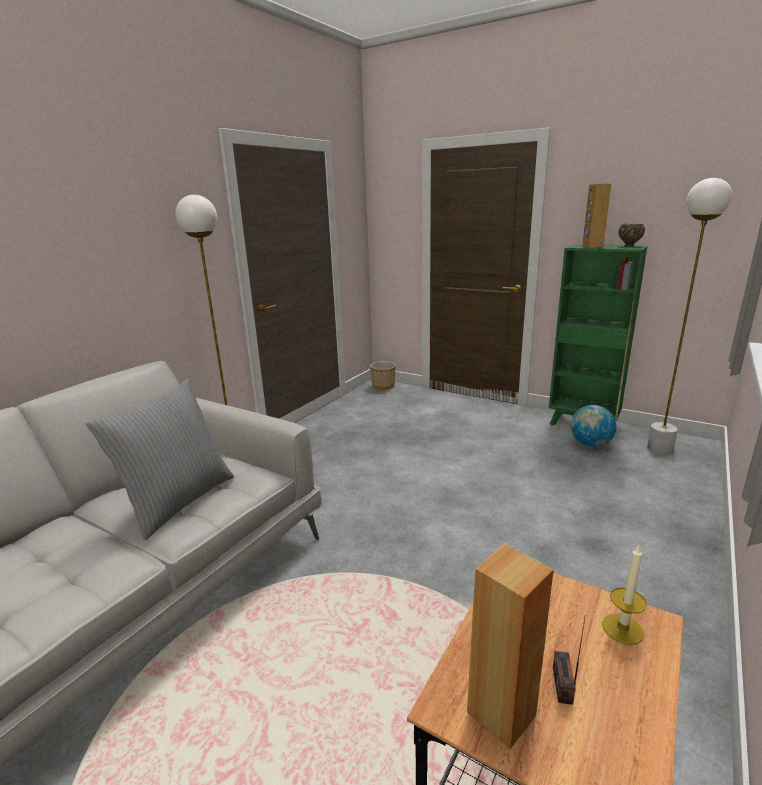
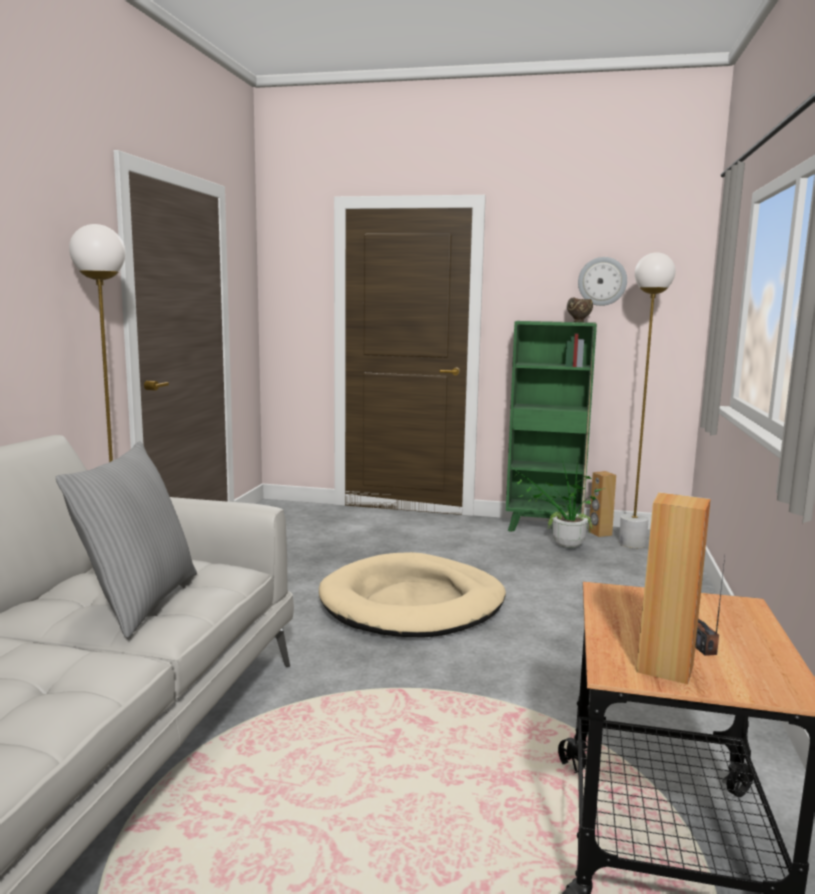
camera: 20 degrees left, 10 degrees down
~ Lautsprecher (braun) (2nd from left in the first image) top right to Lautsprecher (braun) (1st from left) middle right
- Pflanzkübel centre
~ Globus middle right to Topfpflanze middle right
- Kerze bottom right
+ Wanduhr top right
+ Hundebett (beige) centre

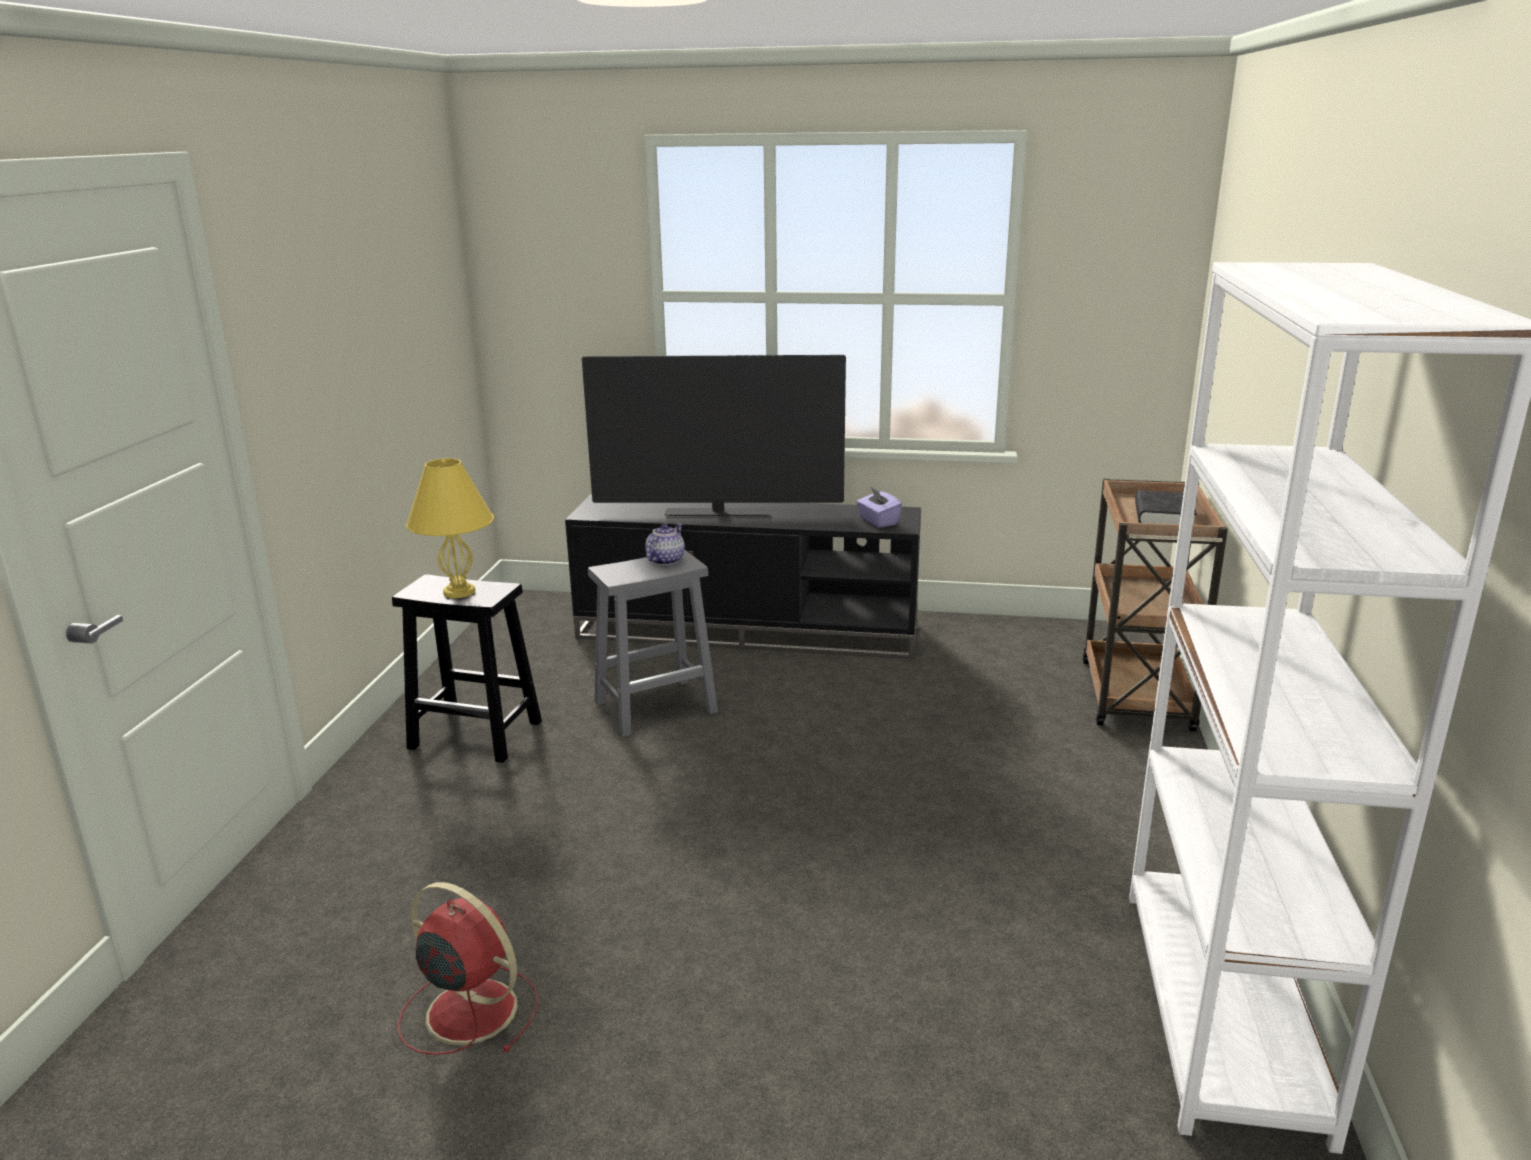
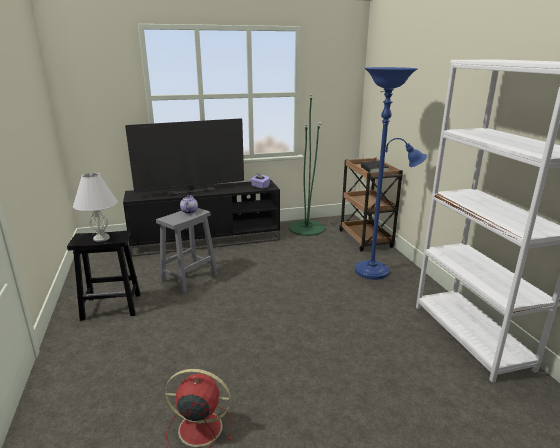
camera: 25 degrees left, 0 degrees up
~ Tischlampe (gelb) middle left to Tischlampe (weiß) middle left
+ Stehlampe (blau) middle right
+ Stehlampe (grün) centre

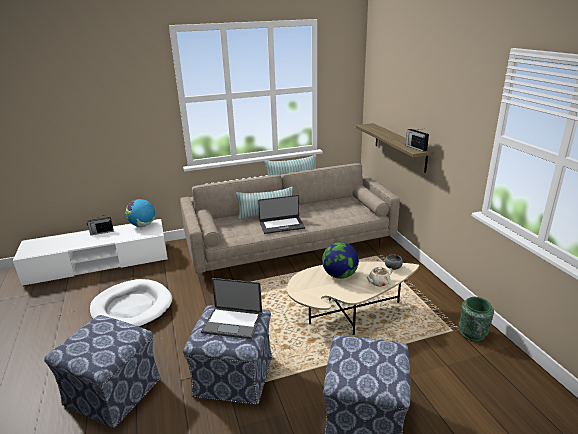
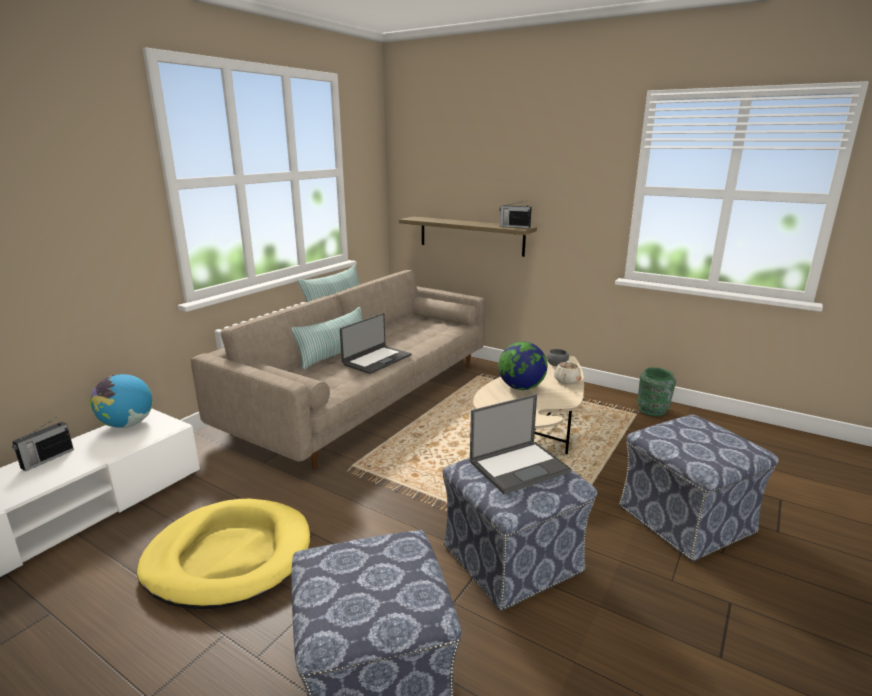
camera: 40 degrees left, 5 degrees down
~ Hundebett (weiß) bottom left to Hundebett (gelb) bottom left

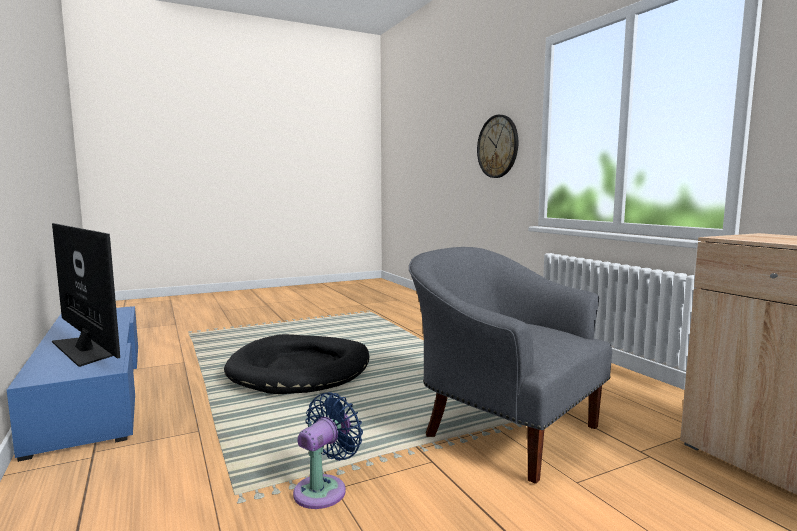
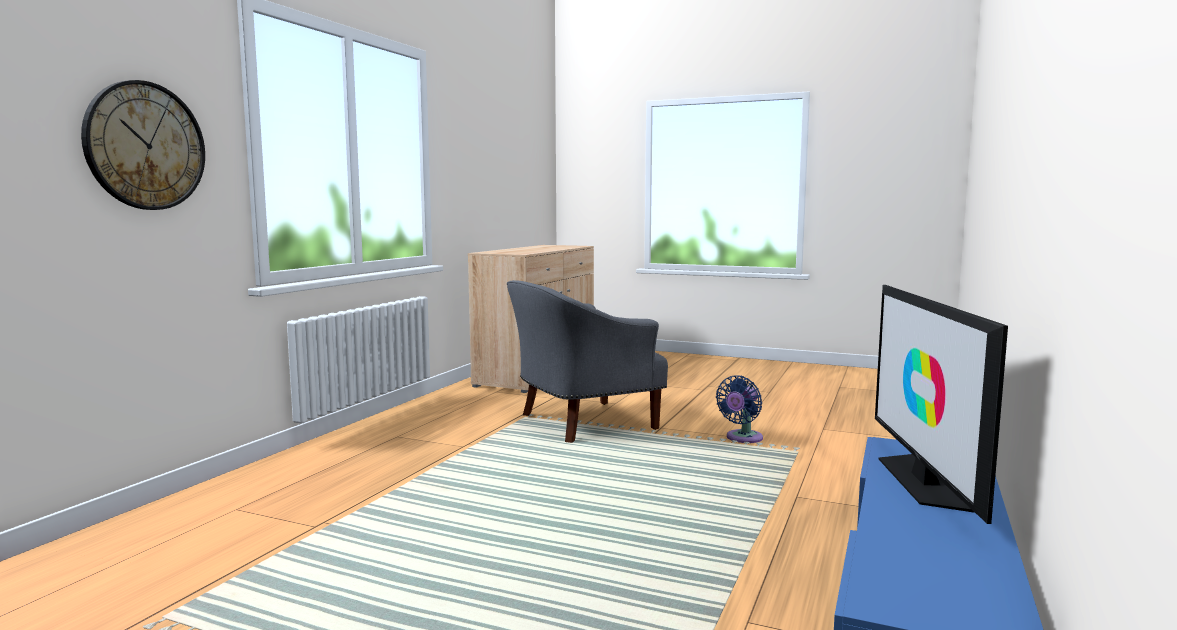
camera: 130 degrees left, 0 degrees up
~ Sessel (grau) bottom centre = centre 60 degrees clockwise
- Hundebett (schwarz) bottom centre
~ Ventilator (blau) bottom centre = centre 45 degrees counterclockwise

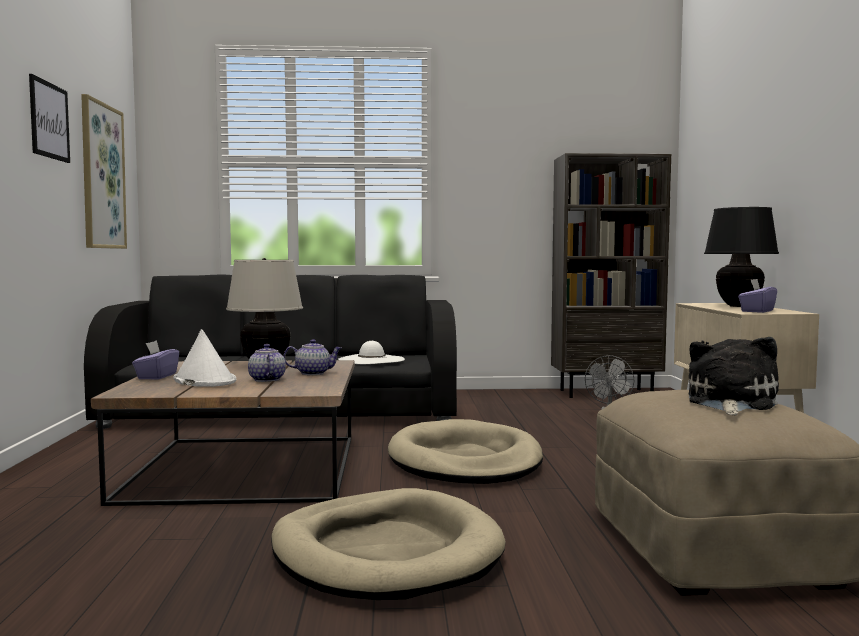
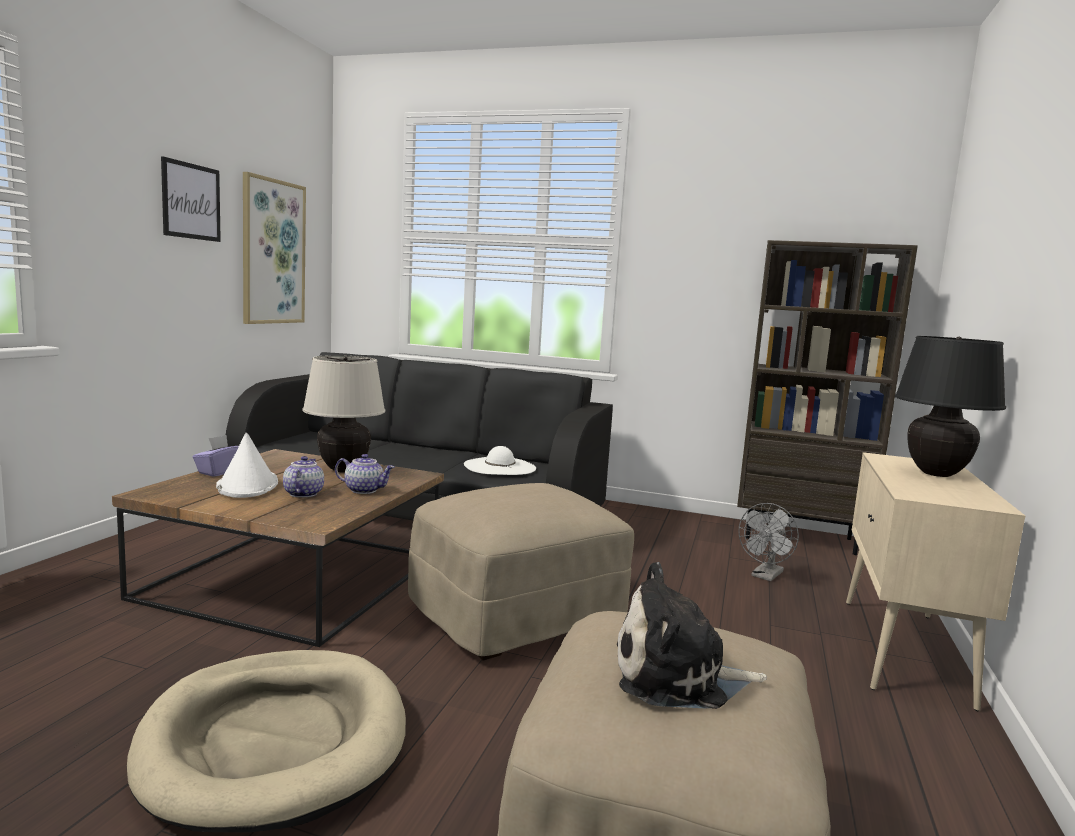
camera: 20 degrees right, 5 degrees up
- Taschentuchbox (lila) (2nd from left) middle right
~ Plüschtier middle right = bottom centre 135 degrees counterclockwise
~ Hundebett (beige) (2nd from left) bottom centre to Polsterhocker (beige) (1st from left) bottom centre

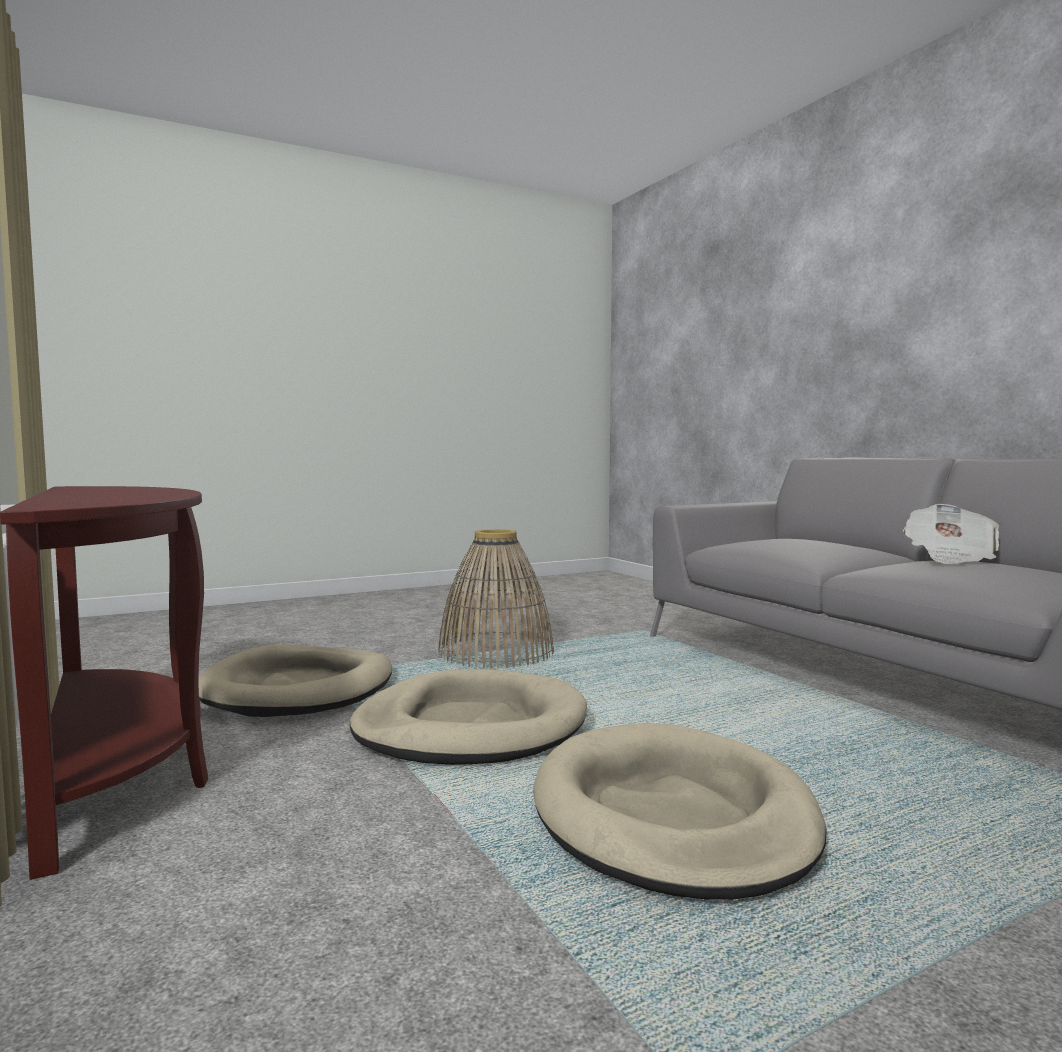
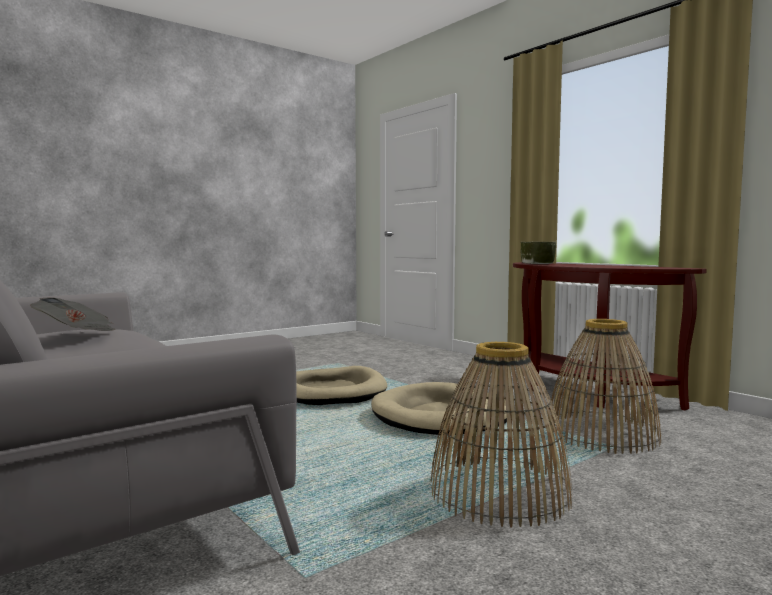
camera: 170 degrees right, 0 degrees up
~ Hundebett (beige) (1st from left) middle left to Korb (2nd from left) middle right
+ Schüssel middle right

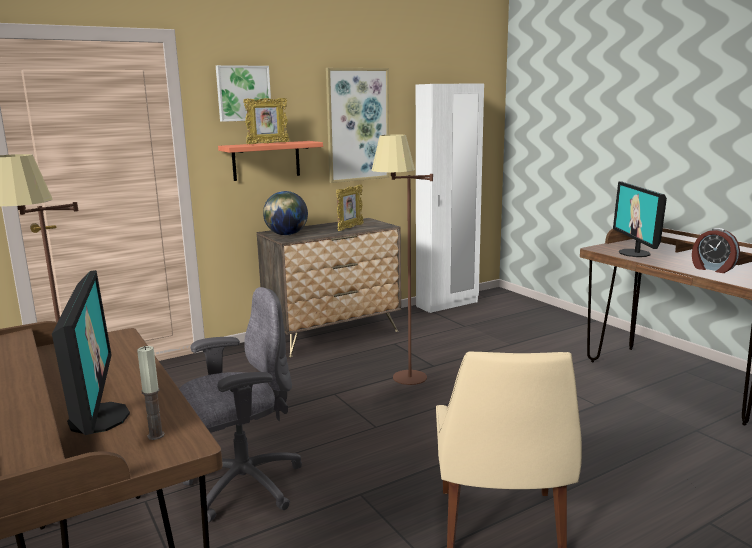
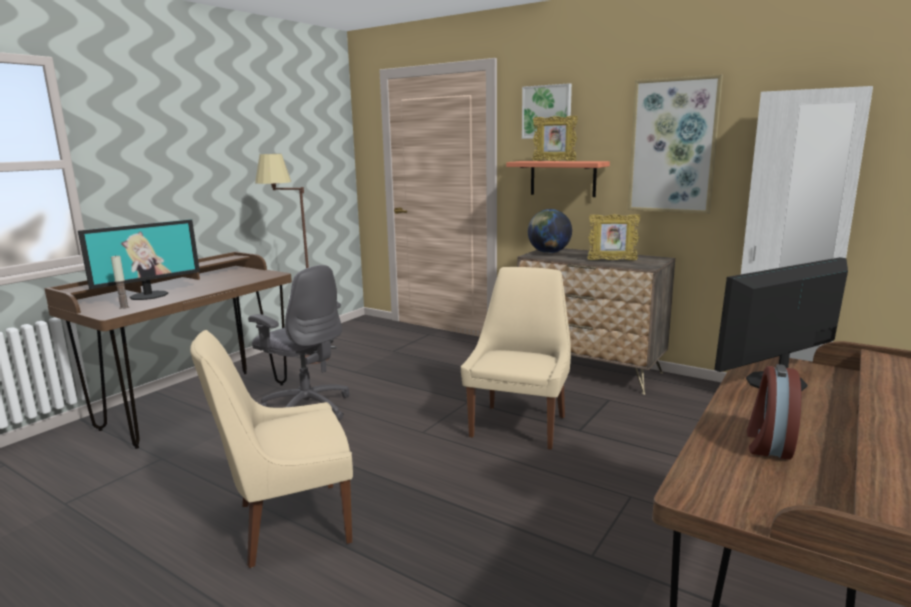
camera: 65 degrees right, 0 degrees up
~ Stehlampe (braun) (2nd from left) centre to Stuhl (beige) (2nd from left) centre

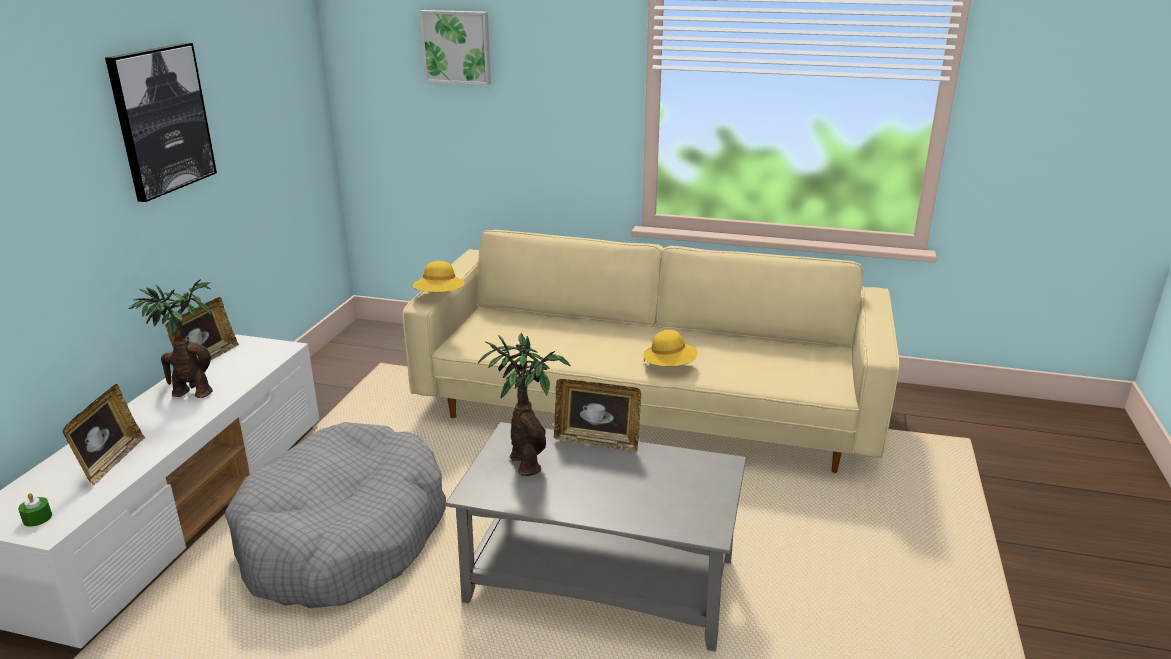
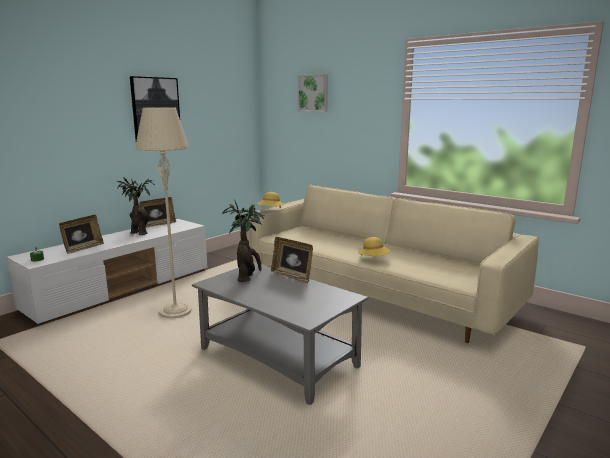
camera: 25 degrees right, 10 degrees down
~ Hundebett (grau) bottom left to Stehlampe (beige) middle left

